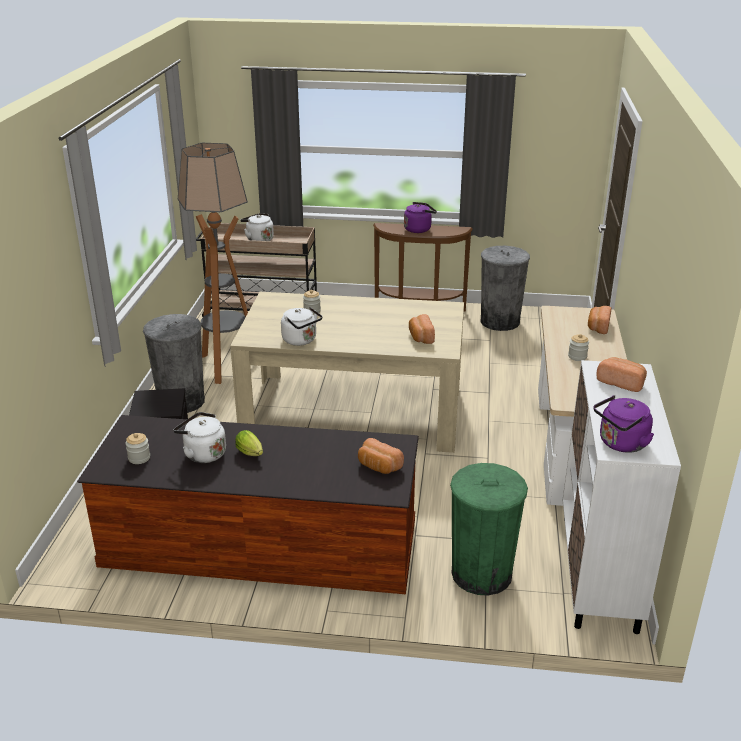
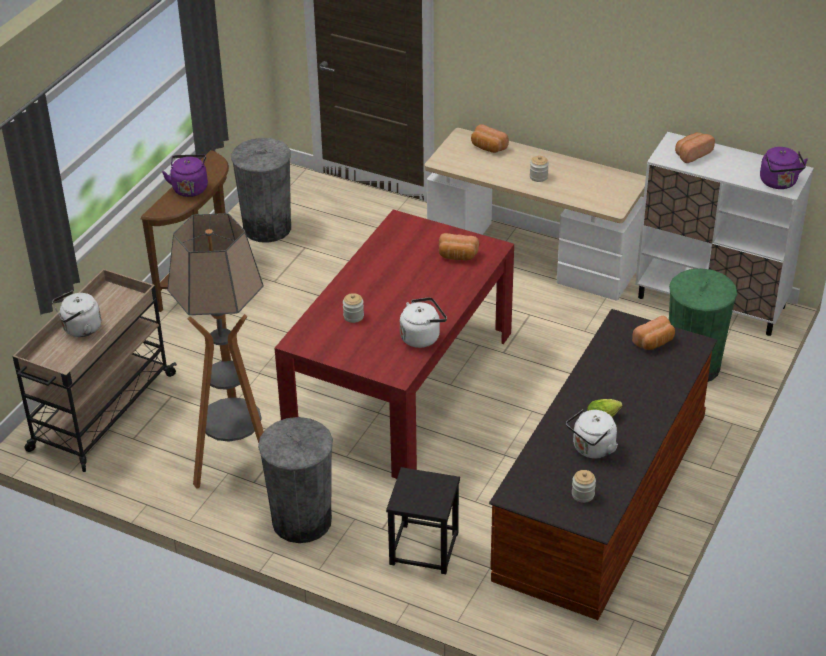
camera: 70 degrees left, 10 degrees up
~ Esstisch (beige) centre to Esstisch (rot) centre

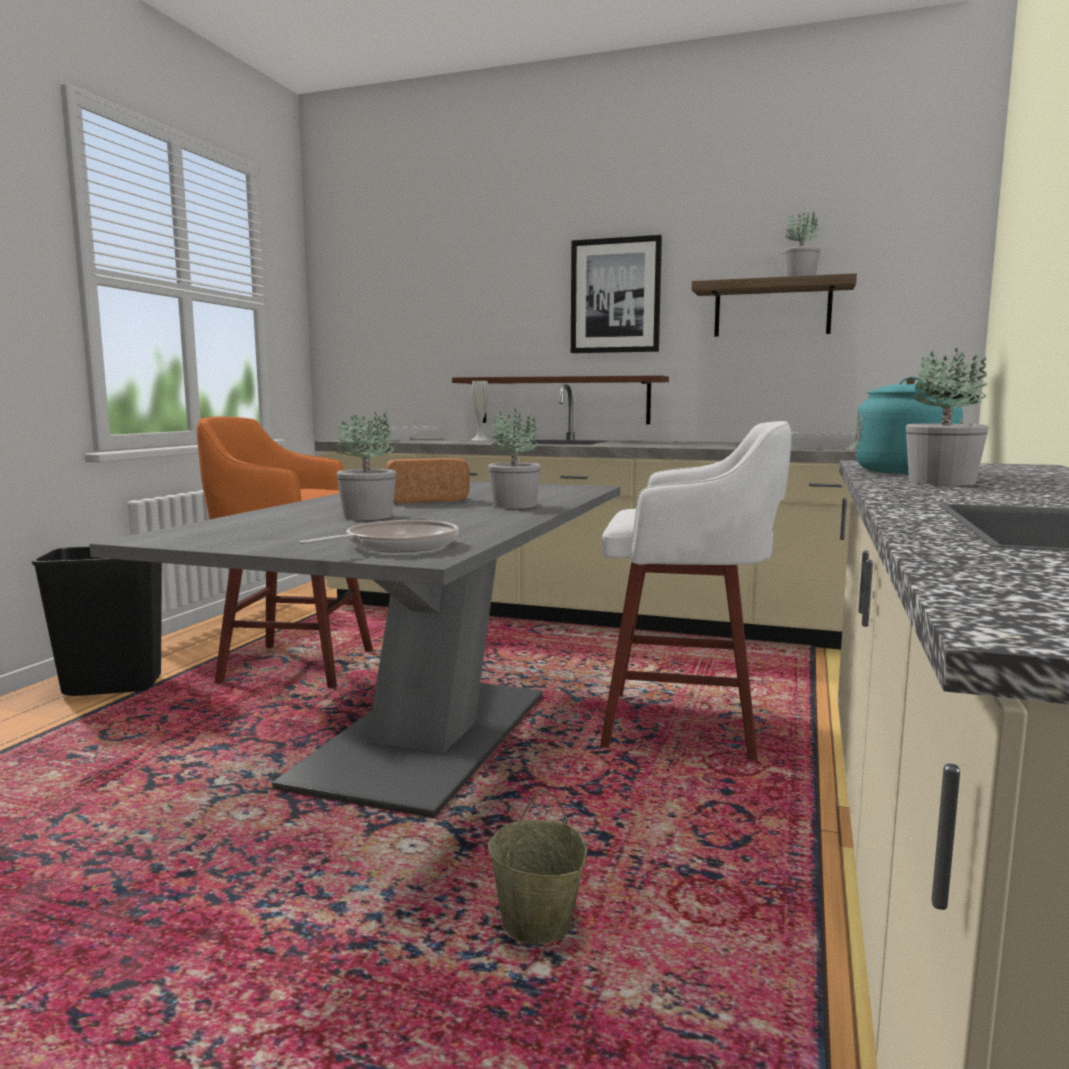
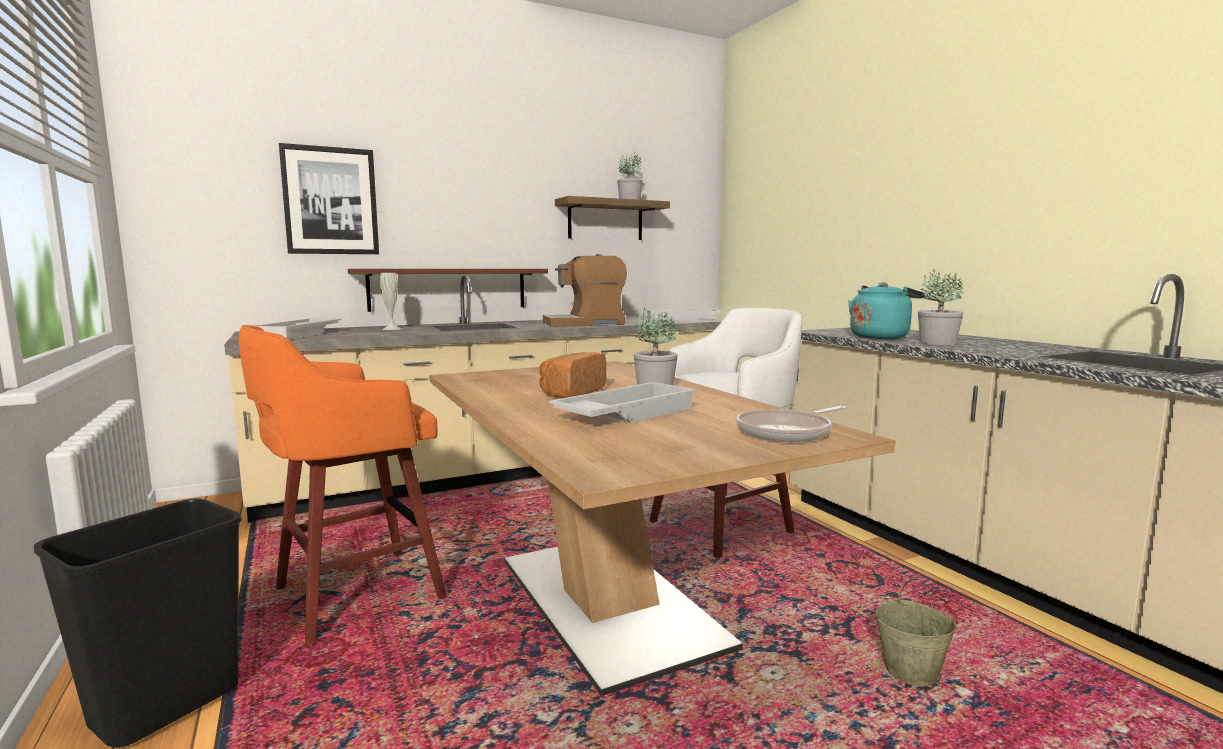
camera: 45 degrees left, 0 degrees up
~ Bild top centre to top left
~ Topfpflanze (1st from left) centre to Tablett (weiß) (2nd from left) centre
~ Esstisch (grau) middle left to Esstisch (braun) bottom centre
~ Pfanne centre = centre 120 degrees counterclockwise
+ Kaffeemaschine centre

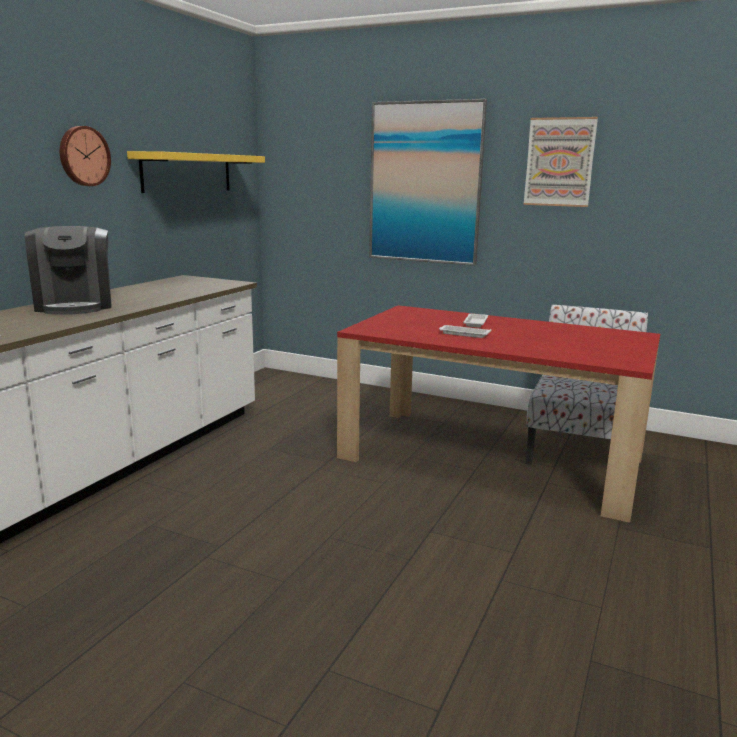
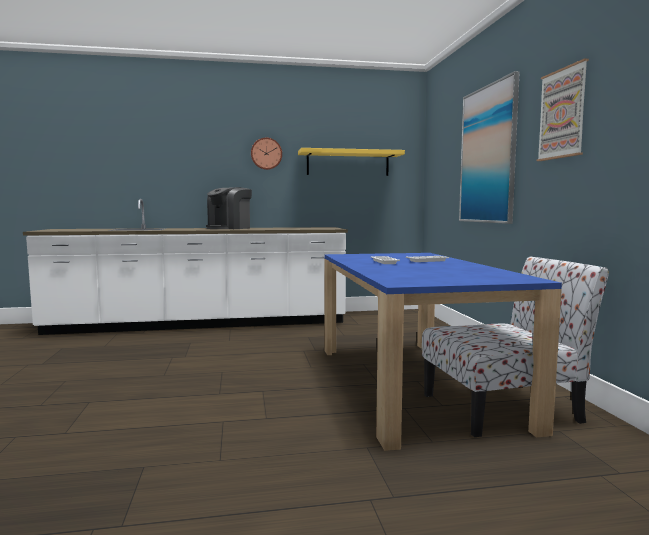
camera: 55 degrees right, 10 degrees down
~ Esstisch (rot) middle right to Esstisch (blau) middle right

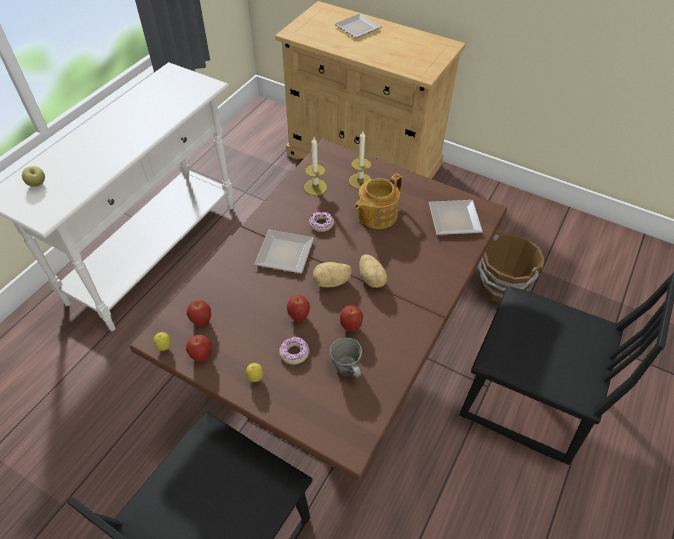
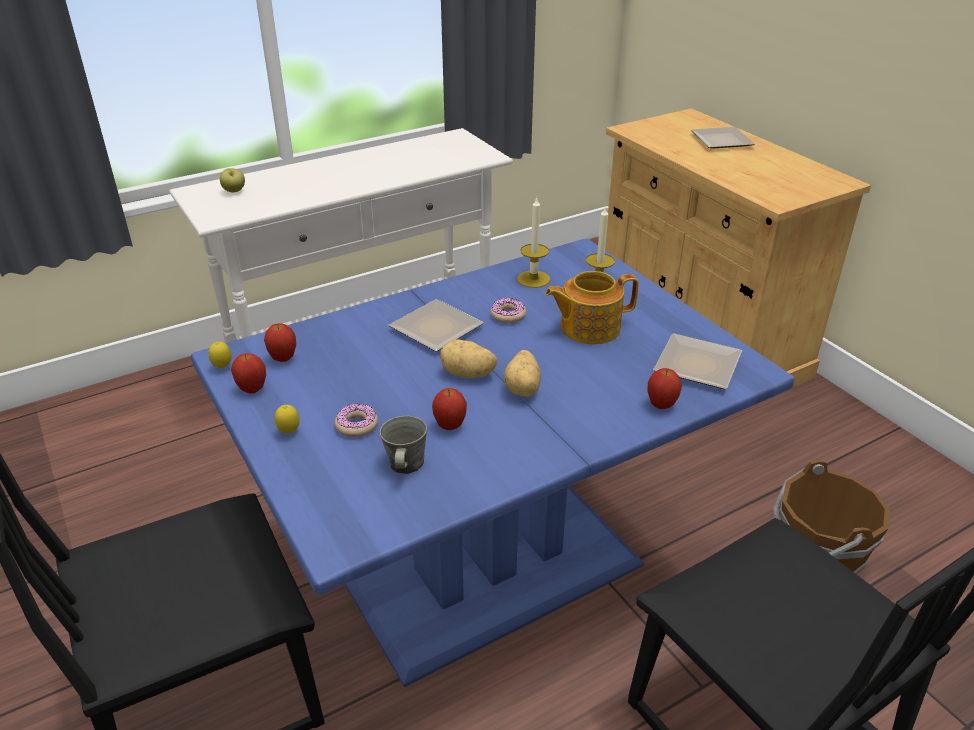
camera: 30 degrees right, 15 degrees down
~ Esstisch (braun) centre to Esstisch (blau) centre
~ Apfel (4th from left in the first image) centre to Apfel (5th from left) middle right

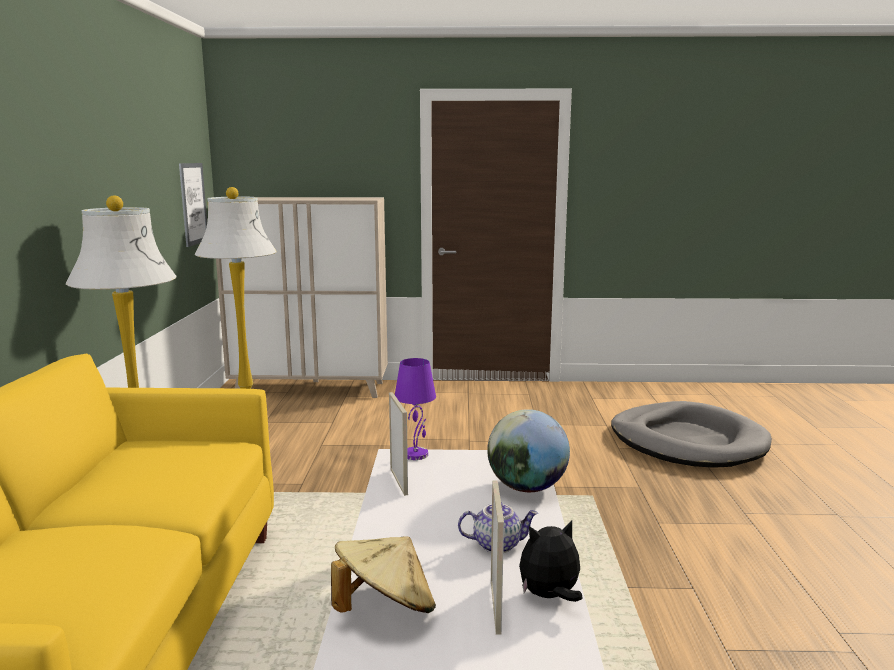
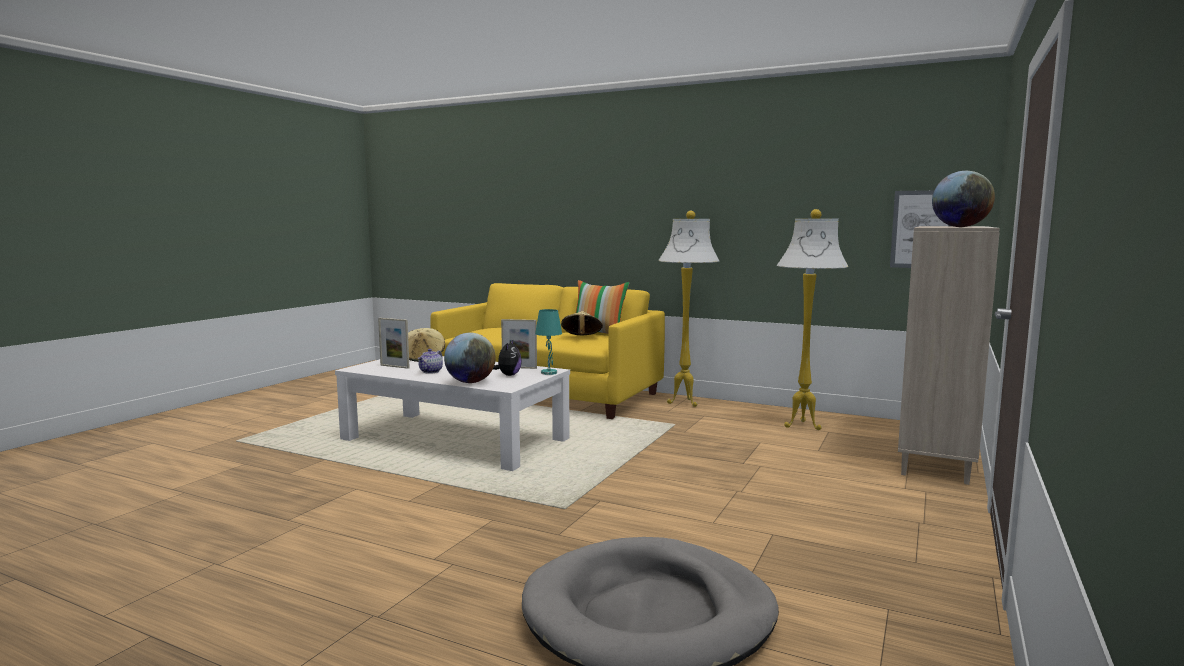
camera: 115 degrees right, 5 degrees down
~ Tischlampe (lila) centre to Tischlampe (türkis) centre
~ Plüschtier bottom centre to centre
+ Globus (2nd from left) top right
+ Kissen centre
+ Hut (beige) (2nd from left) centre

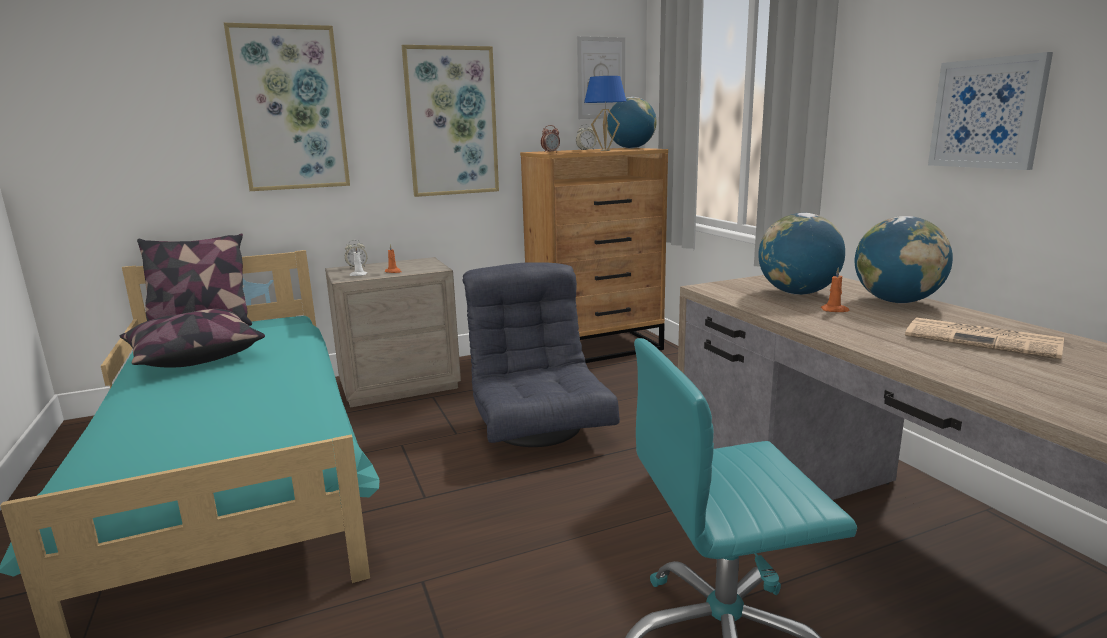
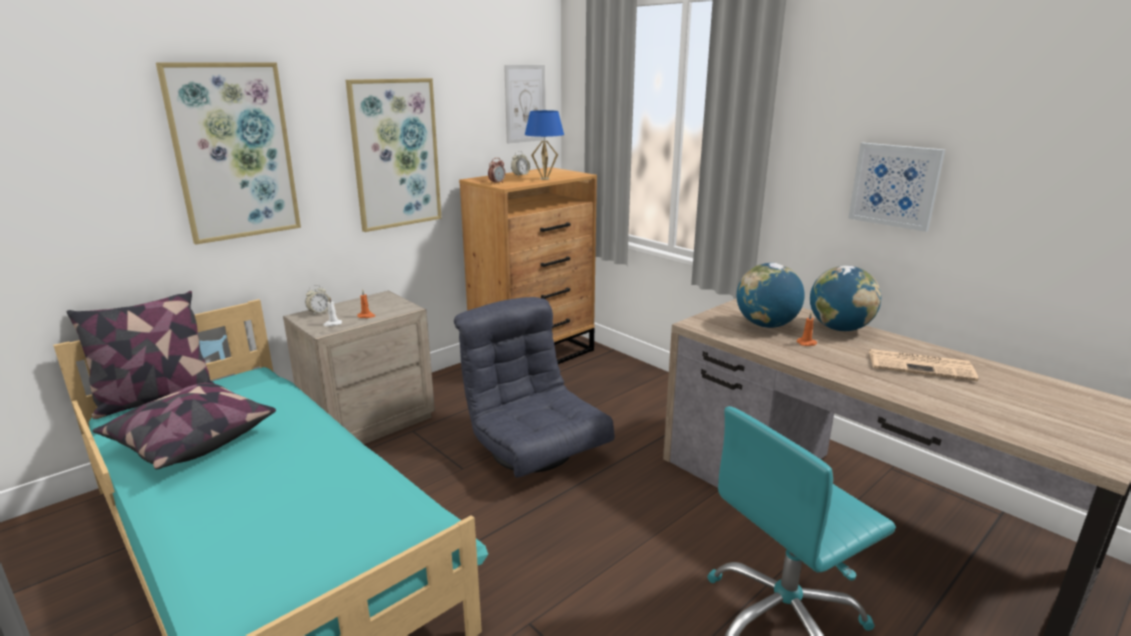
camera: 20 degrees left, 5 degrees up
- Globus (1st from left) top centre

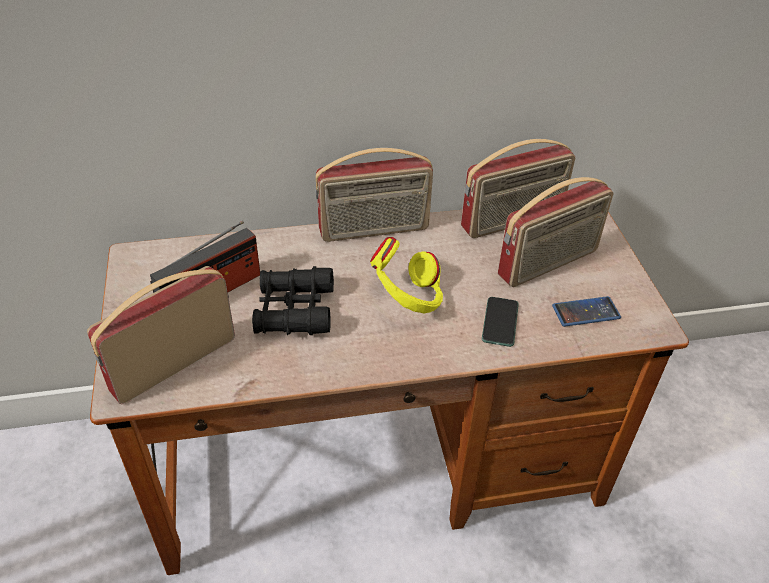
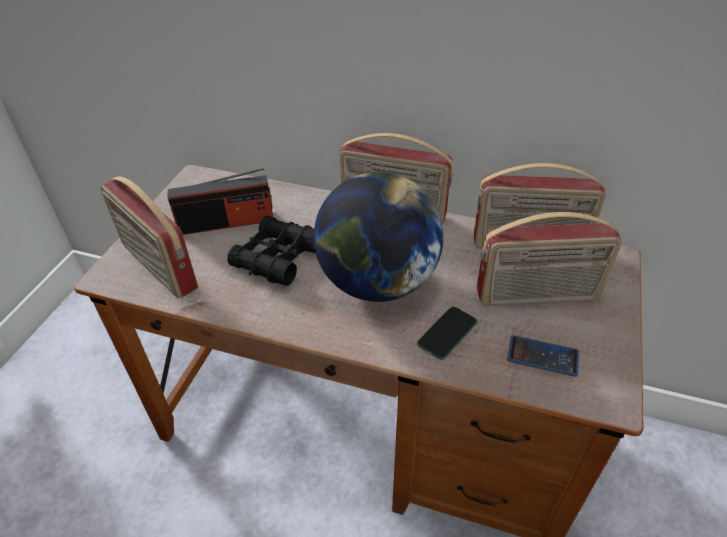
camera: 30 degrees right, 0 degrees up
~ Kopfhörer (gelb) centre to Globus centre
~ Radio (1st from left) middle left = middle left 120 degrees counterclockwise

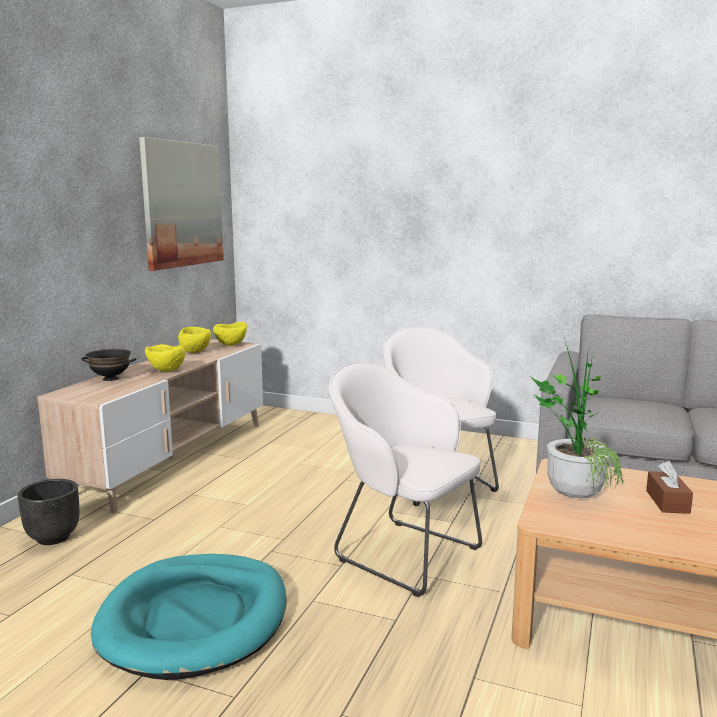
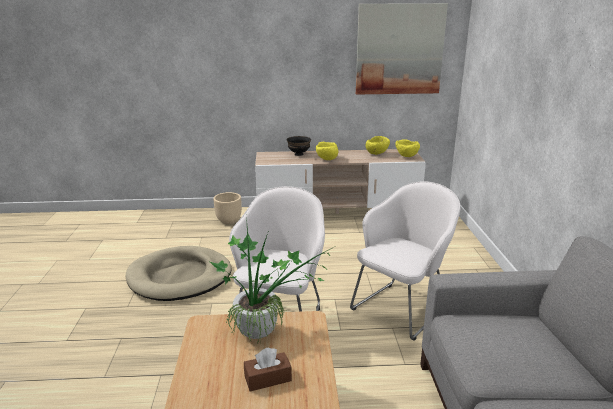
camera: 65 degrees right, 10 degrees up
~ Pflanzkübel (schwarz) bottom left to Pflanzkübel (beige) centre
~ Hundebett (türkis) bottom left to Hundebett (beige) bottom left

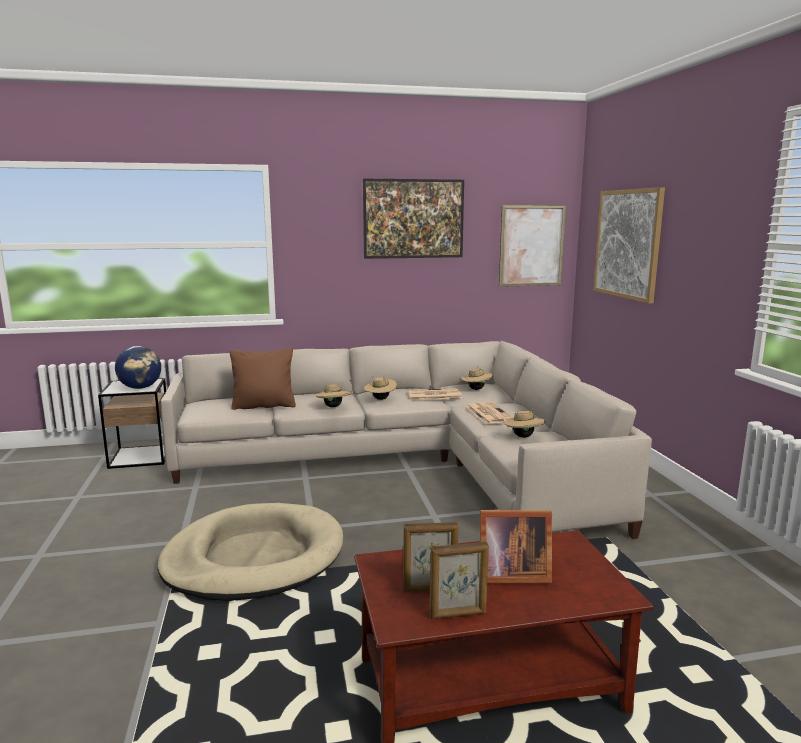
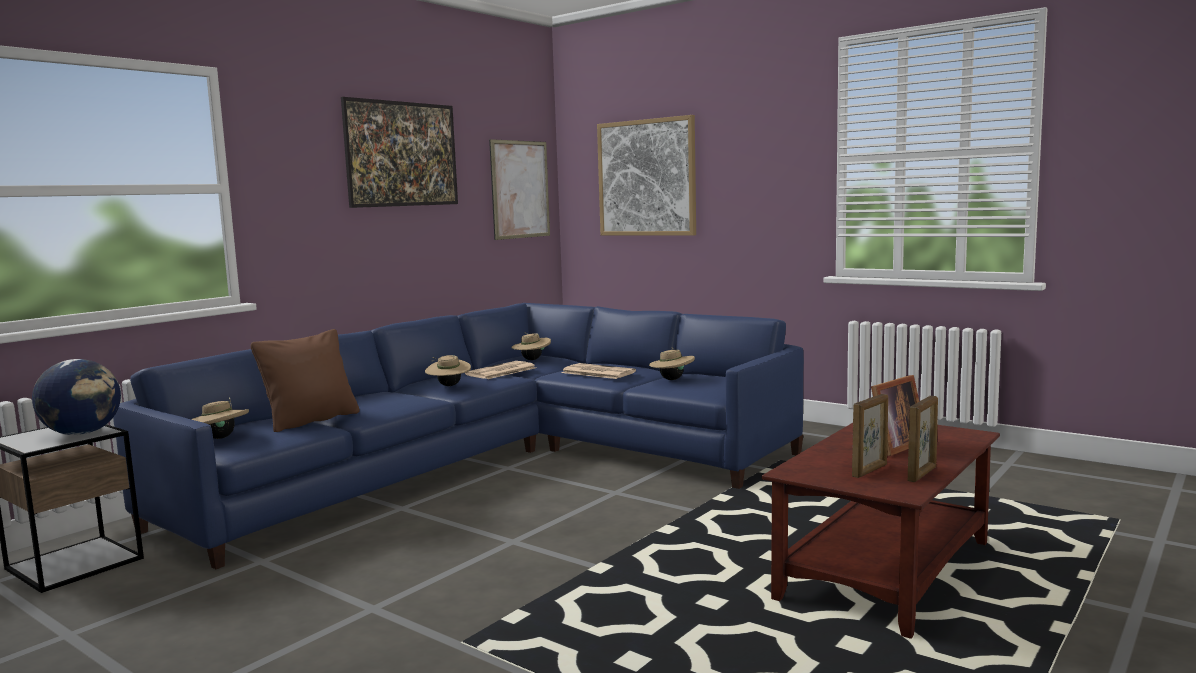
camera: 40 degrees left, 5 degrees down
~ Sofa (beige) centre to Sofa (blau) centre
~ Hut (beige) (1st from left) centre to middle left
- Hundebett (beige) bottom left

